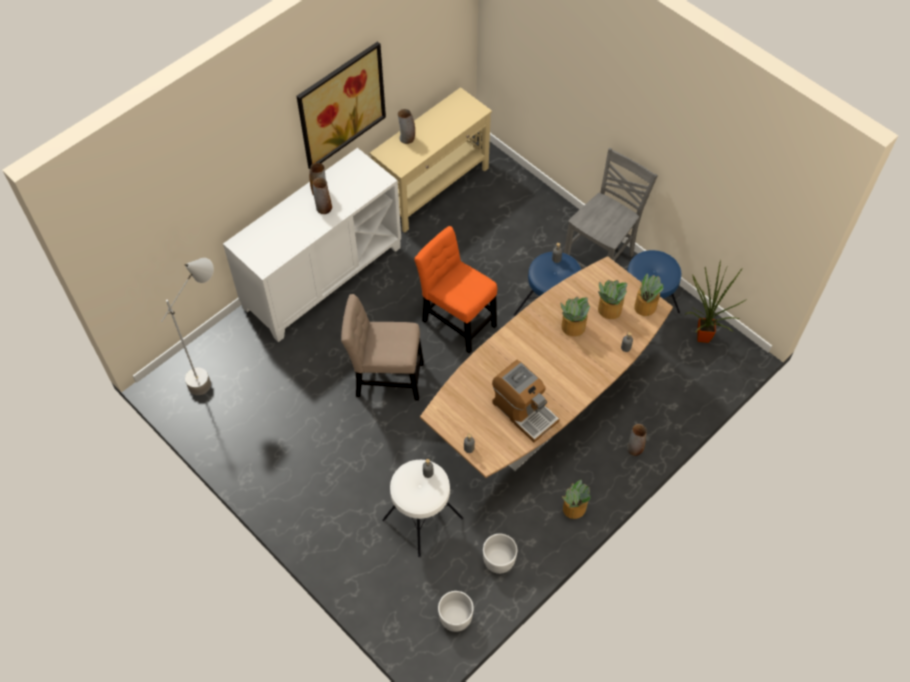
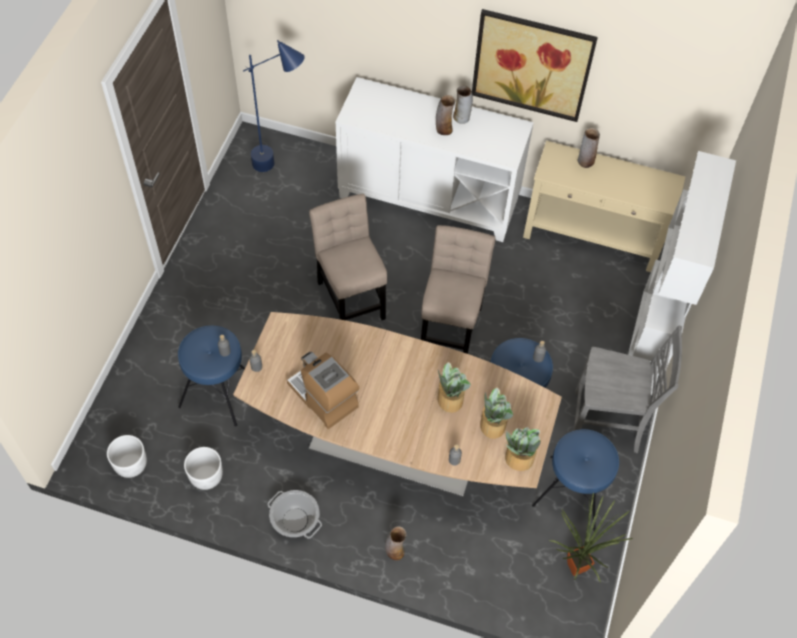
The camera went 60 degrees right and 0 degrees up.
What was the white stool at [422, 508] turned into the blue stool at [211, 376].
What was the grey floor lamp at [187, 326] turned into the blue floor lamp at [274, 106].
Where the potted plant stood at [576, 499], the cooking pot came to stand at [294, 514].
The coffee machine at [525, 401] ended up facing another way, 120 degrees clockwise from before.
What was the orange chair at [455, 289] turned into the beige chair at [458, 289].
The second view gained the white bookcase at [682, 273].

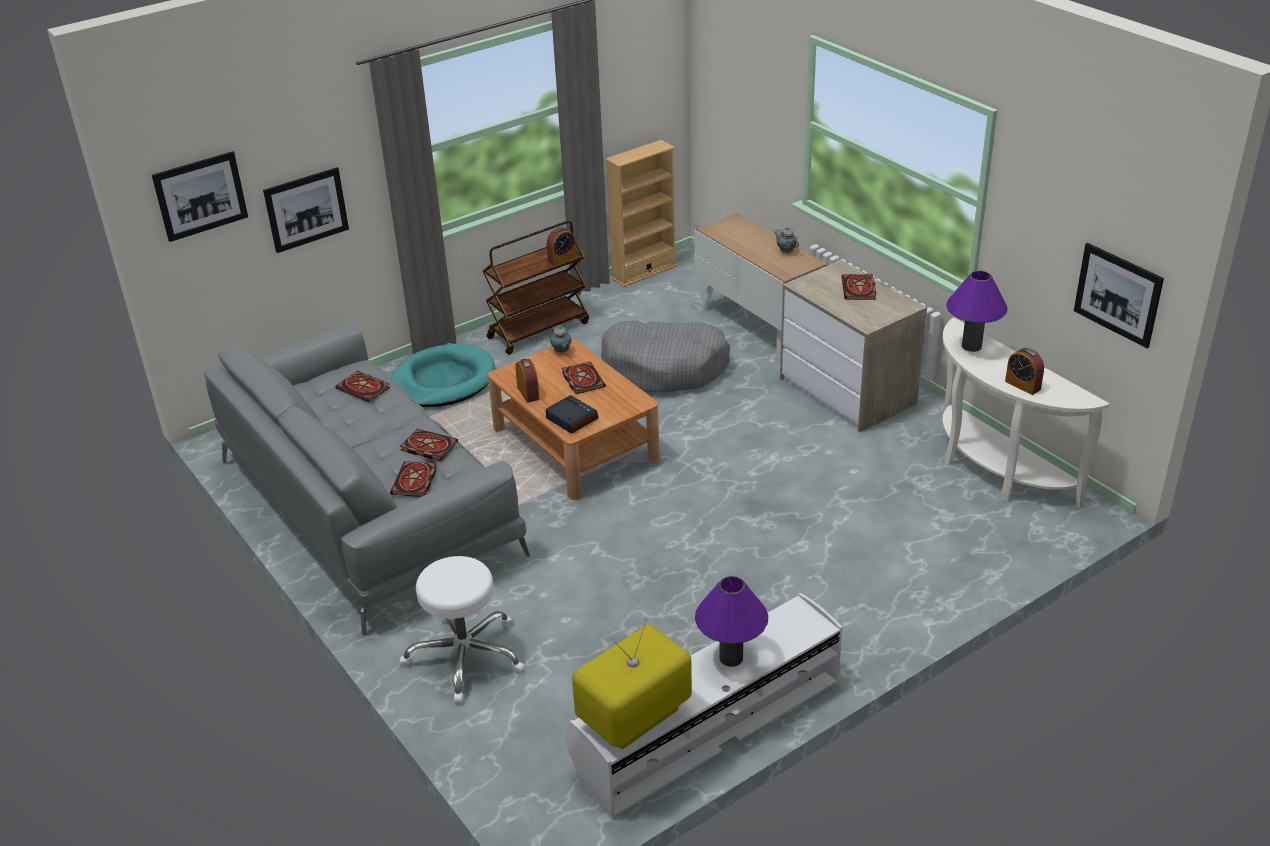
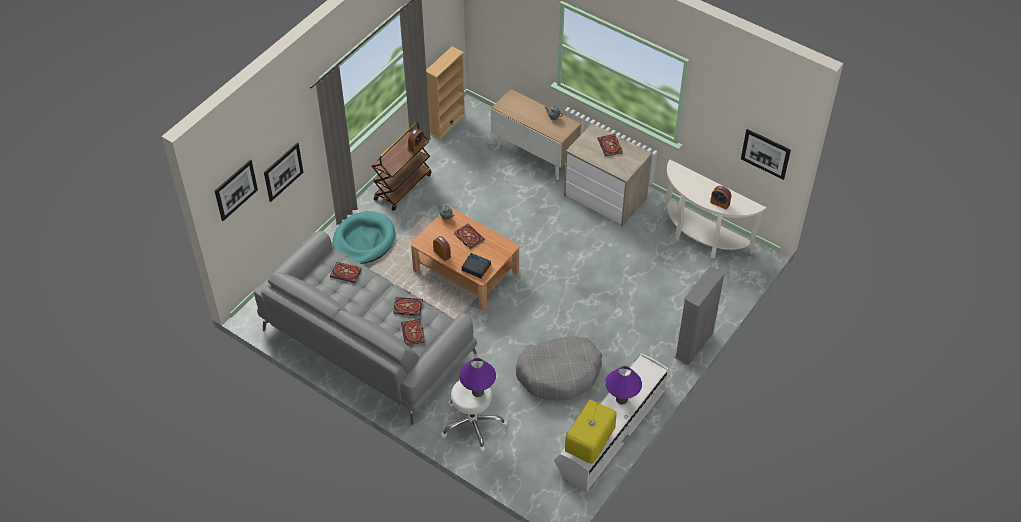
The camera went 20 degrees left and 15 degrees up.
The purple table lamp ended up elsewhere, having gone from [977, 311] to [477, 377].
The grey dog bed ended up elsewhere, having gone from [665, 357] to [559, 369].
The second view gained the grey bookcase at [699, 316].

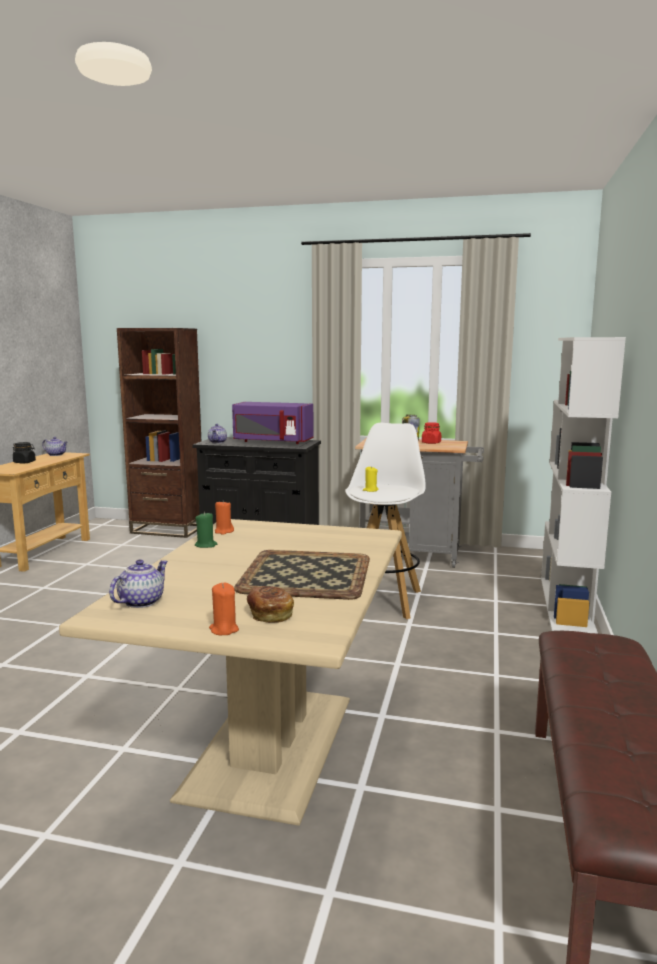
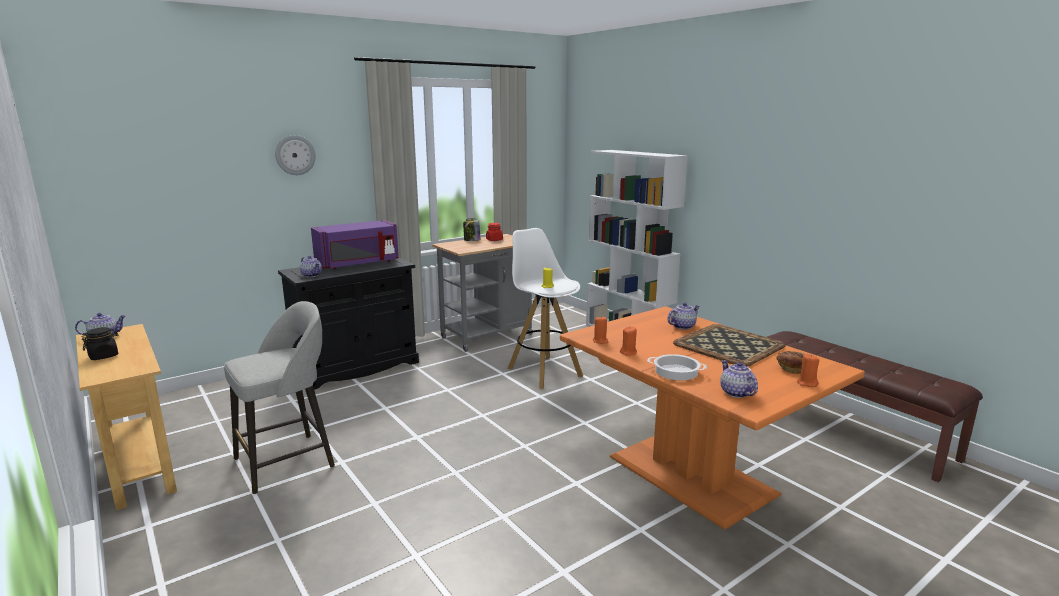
The camera went 50 degrees left and 5 degrees up.
The second view gained the grey stool at [279, 397].
The second view gained the wall clock at [295, 155].
What was the beige dining table at [230, 672] turned into the orange dining table at [712, 418].
What was the green candle at [206, 530] turned into the orange candle at [628, 341].
The second view gained the cooking pot at [677, 367].
The second view gained the teapot at [683, 316].
The second view lost the brown bookcase at [159, 433].

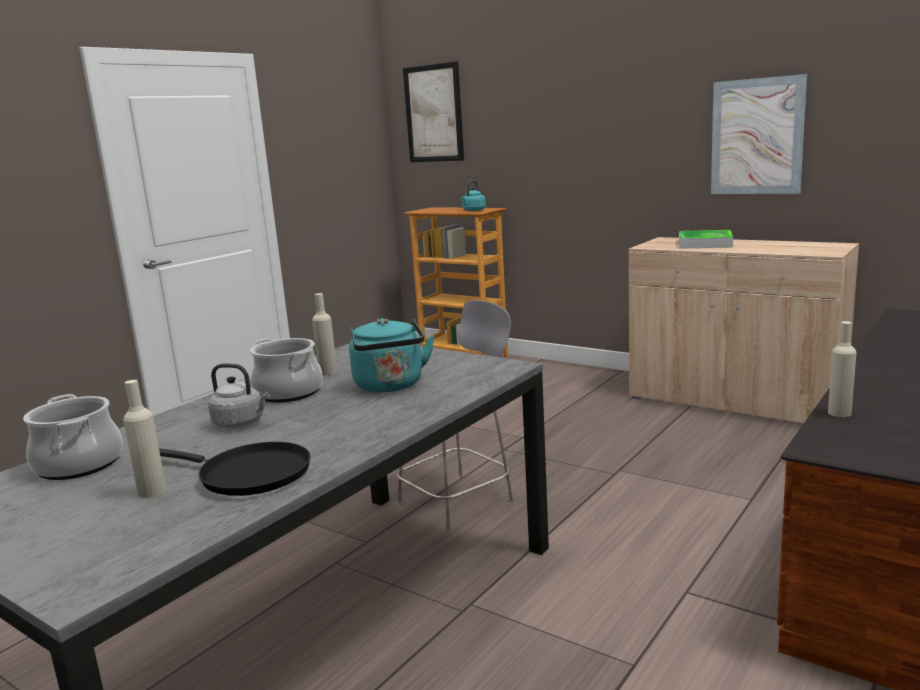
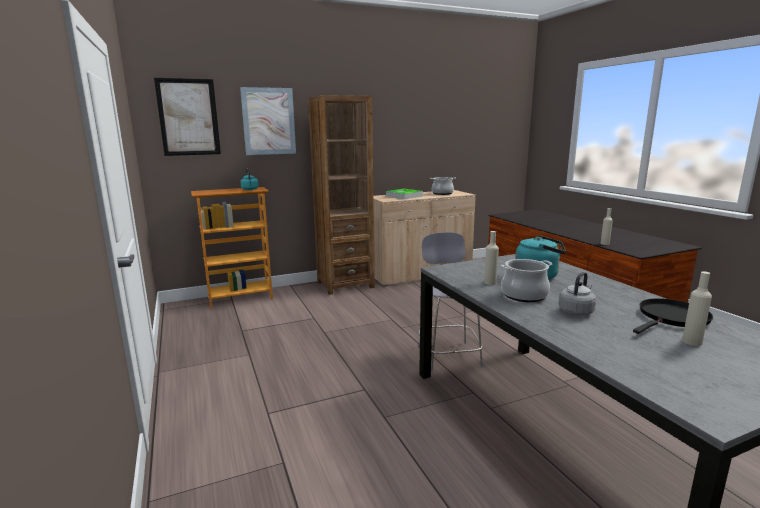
The camera went 60 degrees left and 0 degrees up.
The picture ended up elsewhere, having gone from [759, 134] to [268, 121].
The second view gained the brown bookcase at [341, 195].
The cooking pot ended up elsewhere, having gone from [73, 437] to [443, 186].

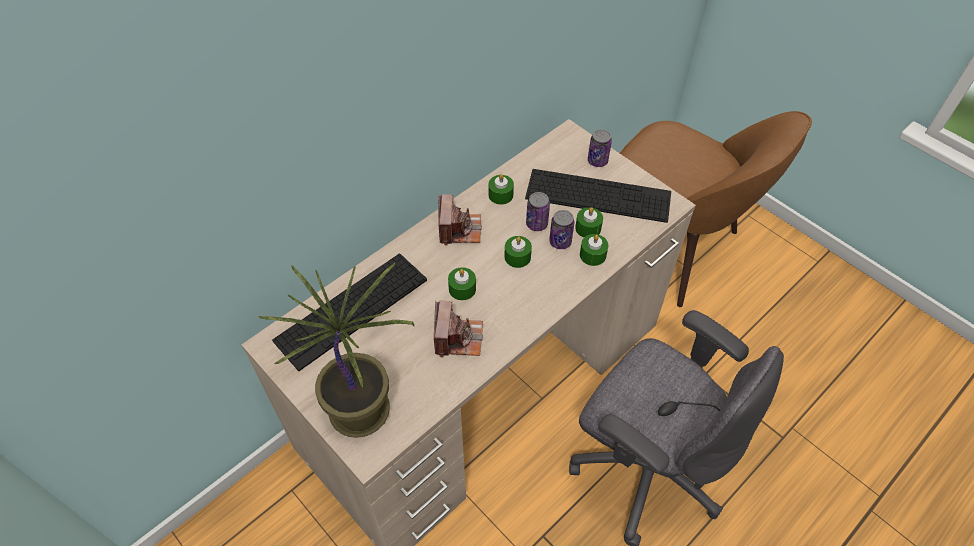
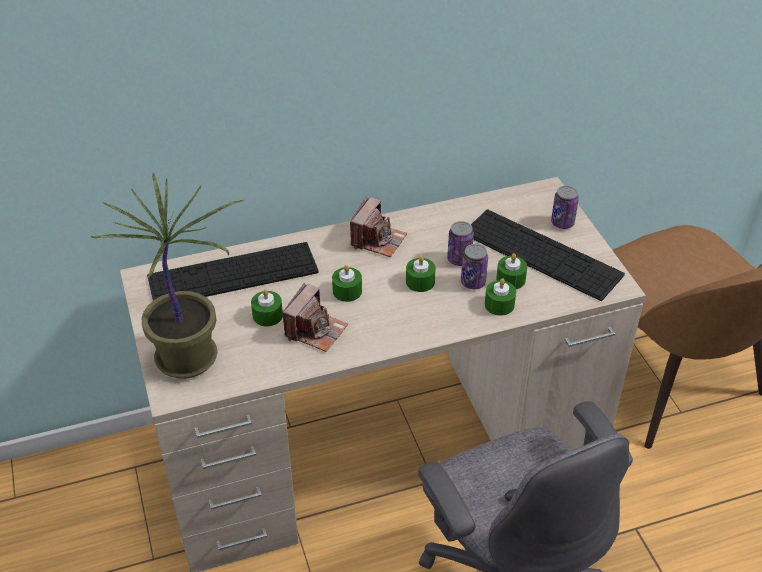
The camera went 25 degrees right and 10 degrees down.
The green candle ended up elsewhere, having gone from [501, 189] to [267, 308].

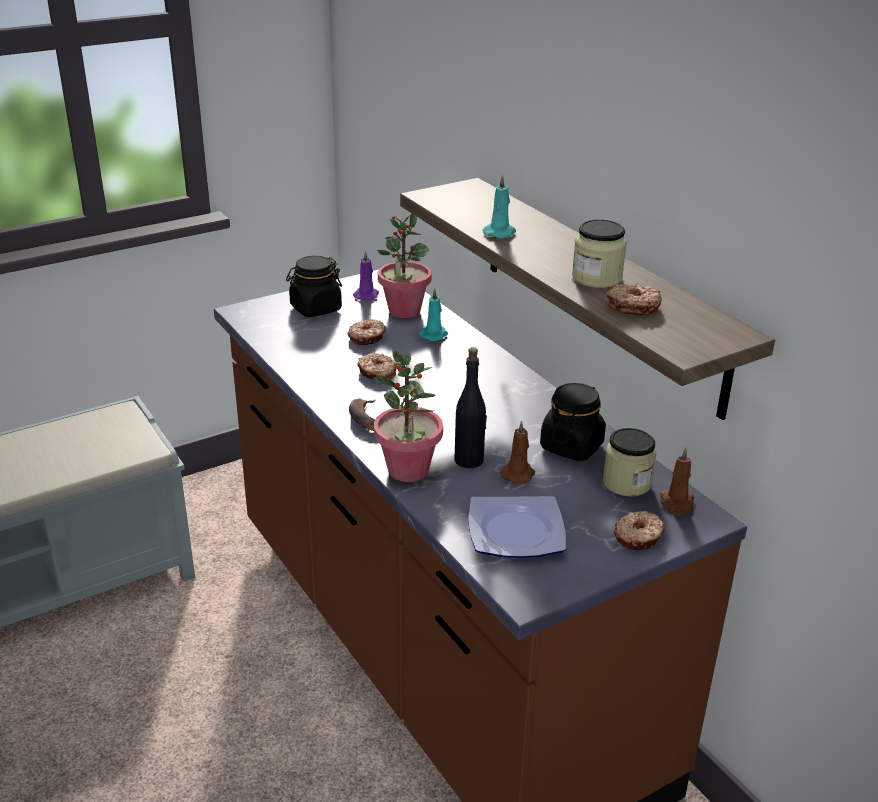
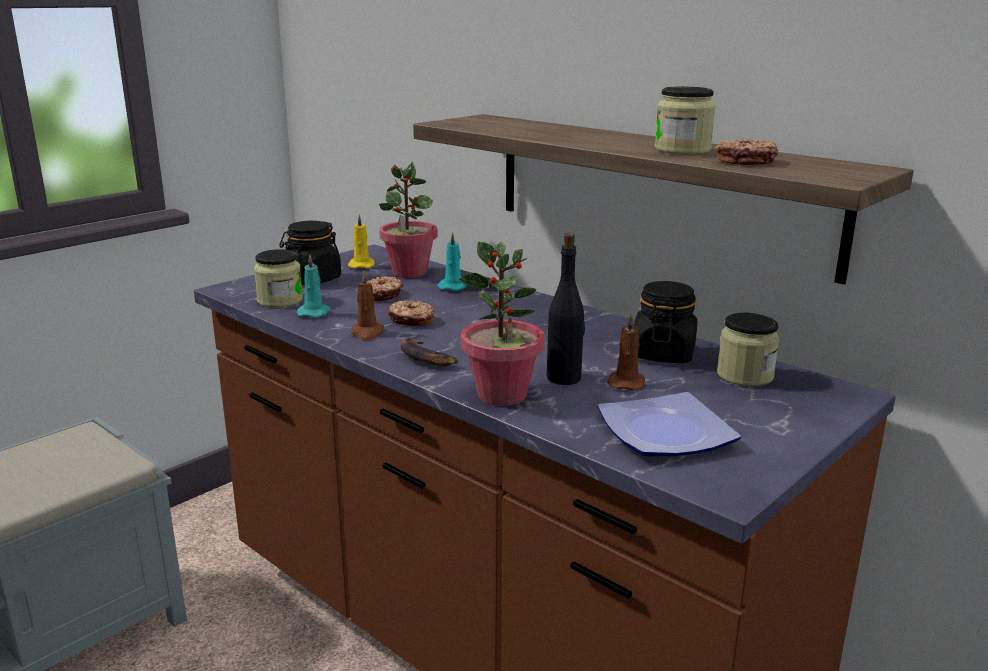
The camera went 15 degrees left and 10 degrees down.
The second view gained the jar at [278, 278].
The turquoise candle ended up elsewhere, having gone from [499, 206] to [313, 286].
What was the purple candle at [366, 276] turned into the yellow candle at [361, 241].
The brown candle ended up elsewhere, having gone from [677, 482] to [367, 305].
The second view lost the donut at [639, 530].

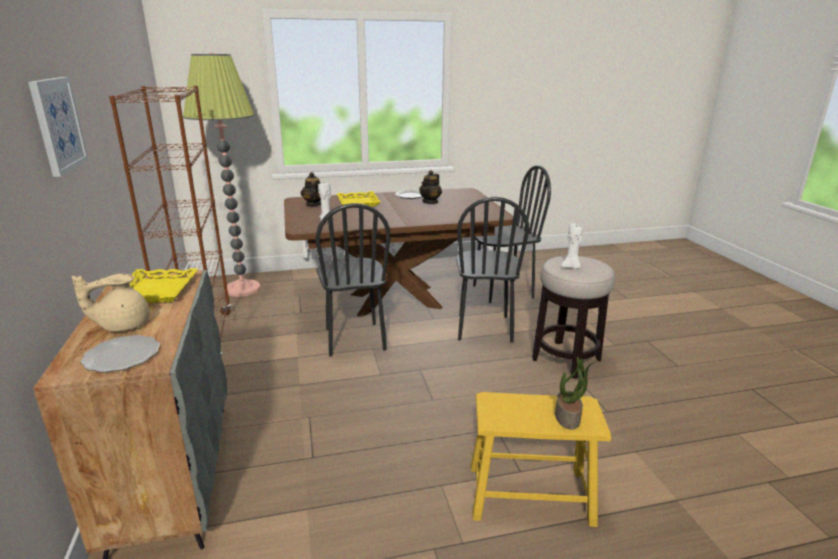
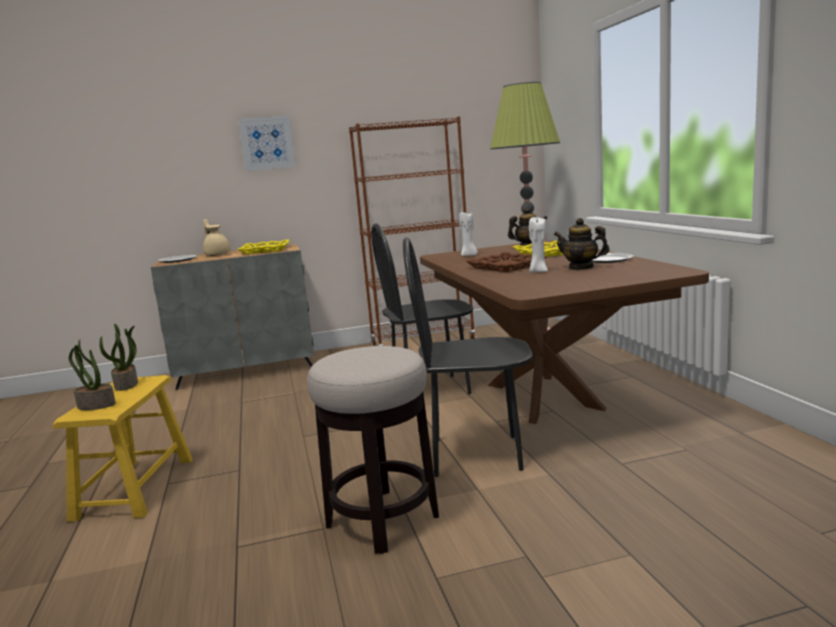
The camera went 90 degrees right and 10 degrees down.
The second view gained the potted plant at [118, 357].
The second view gained the brown tray at [506, 262].
The white candle ended up elsewhere, having gone from [572, 246] to [538, 245].
The second view lost the black chair at [512, 234].

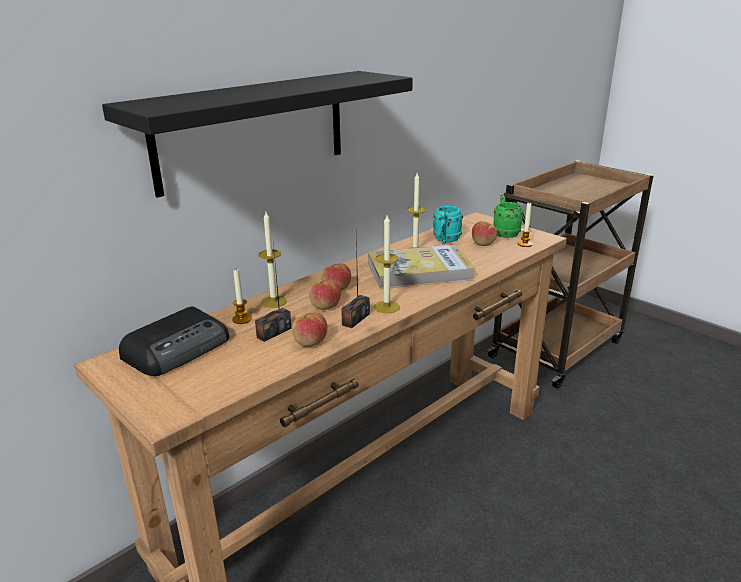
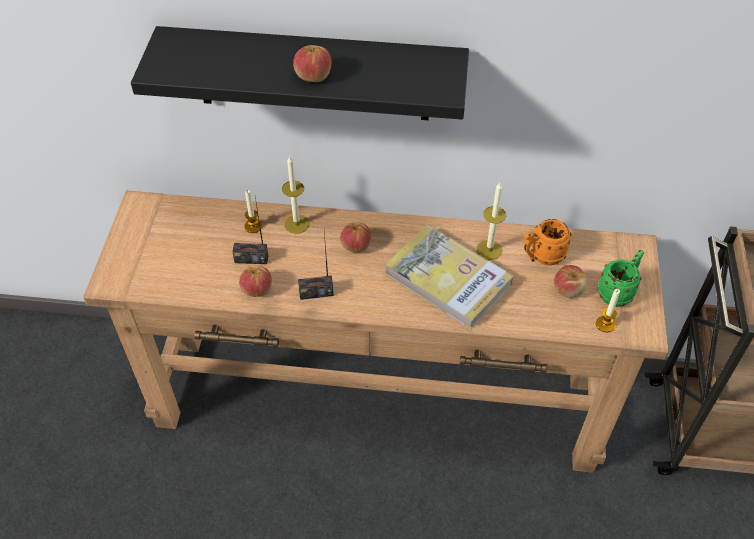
The camera went 50 degrees right and 25 degrees up.
The apple ended up elsewhere, having gone from [325, 295] to [312, 63].
What was the turquoise mug at [448, 225] turned into the orange mug at [548, 242].
The second view lost the radio at [174, 341].
The second view lost the candle at [387, 264].

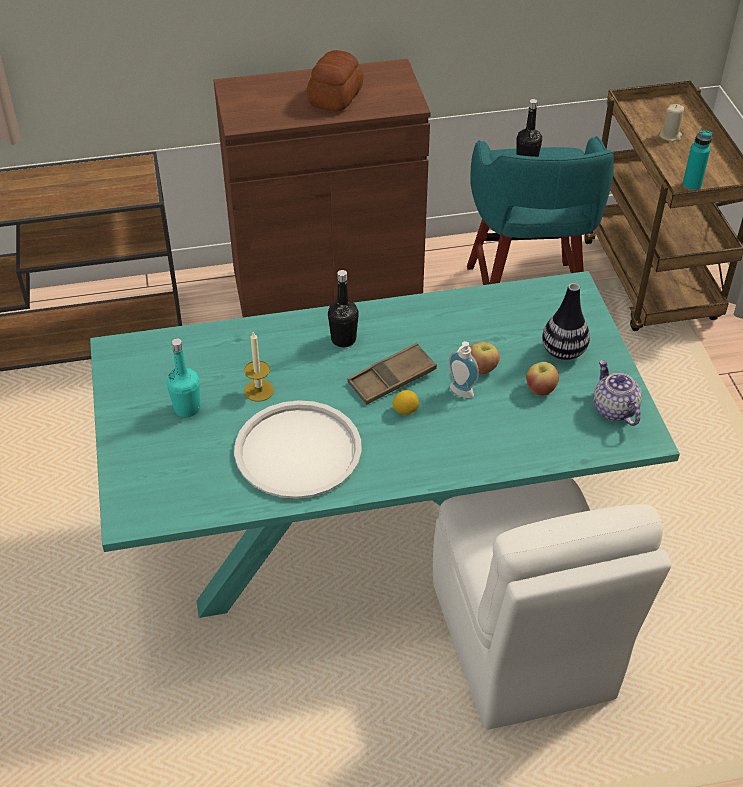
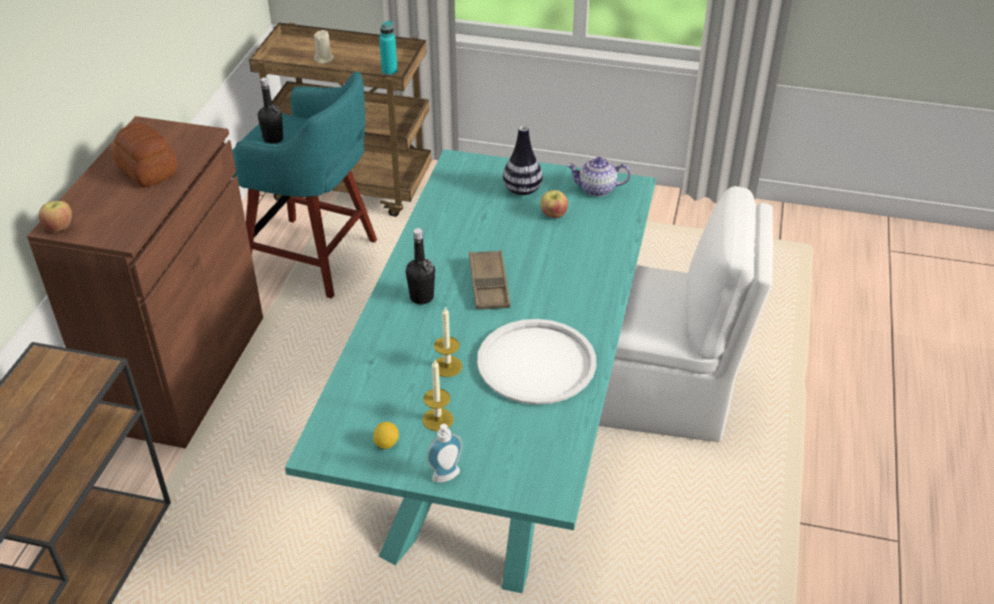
The camera went 65 degrees left and 5 degrees down.
The apple ended up elsewhere, having gone from [485, 357] to [55, 216].
The lemon ended up elsewhere, having gone from [406, 402] to [386, 435].
Where the turquoise bottle stood at [183, 377], the candle came to stand at [438, 395].
The soap dispenser ended up elsewhere, having gone from [464, 369] to [445, 453].

